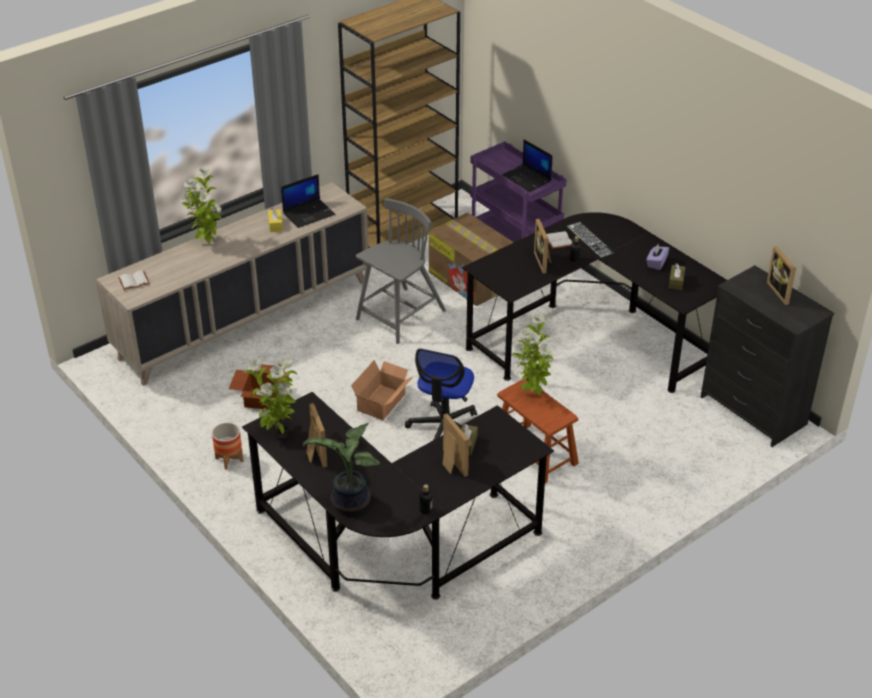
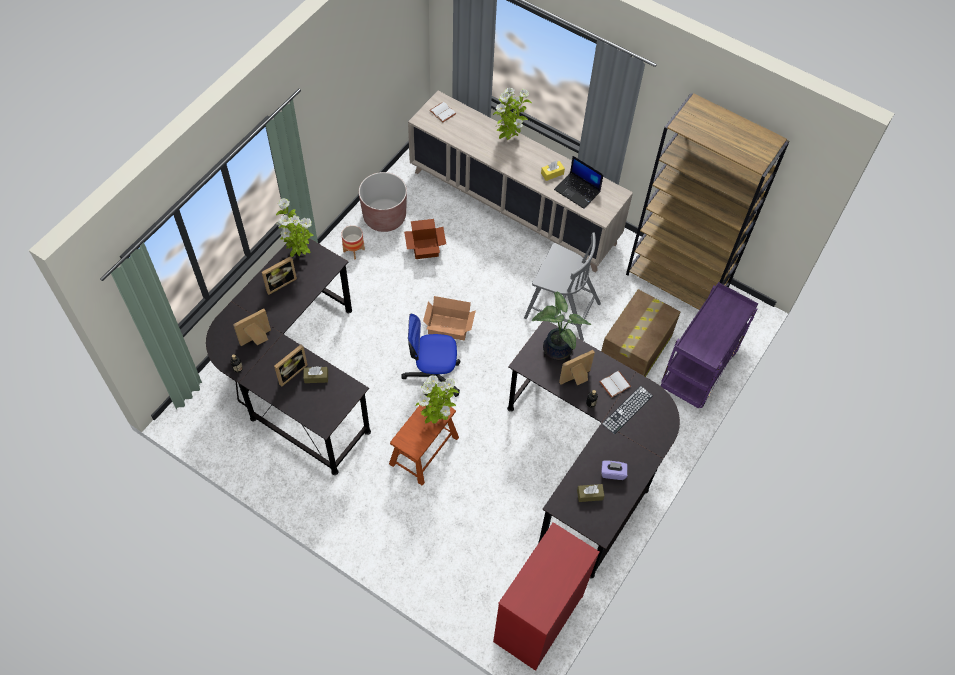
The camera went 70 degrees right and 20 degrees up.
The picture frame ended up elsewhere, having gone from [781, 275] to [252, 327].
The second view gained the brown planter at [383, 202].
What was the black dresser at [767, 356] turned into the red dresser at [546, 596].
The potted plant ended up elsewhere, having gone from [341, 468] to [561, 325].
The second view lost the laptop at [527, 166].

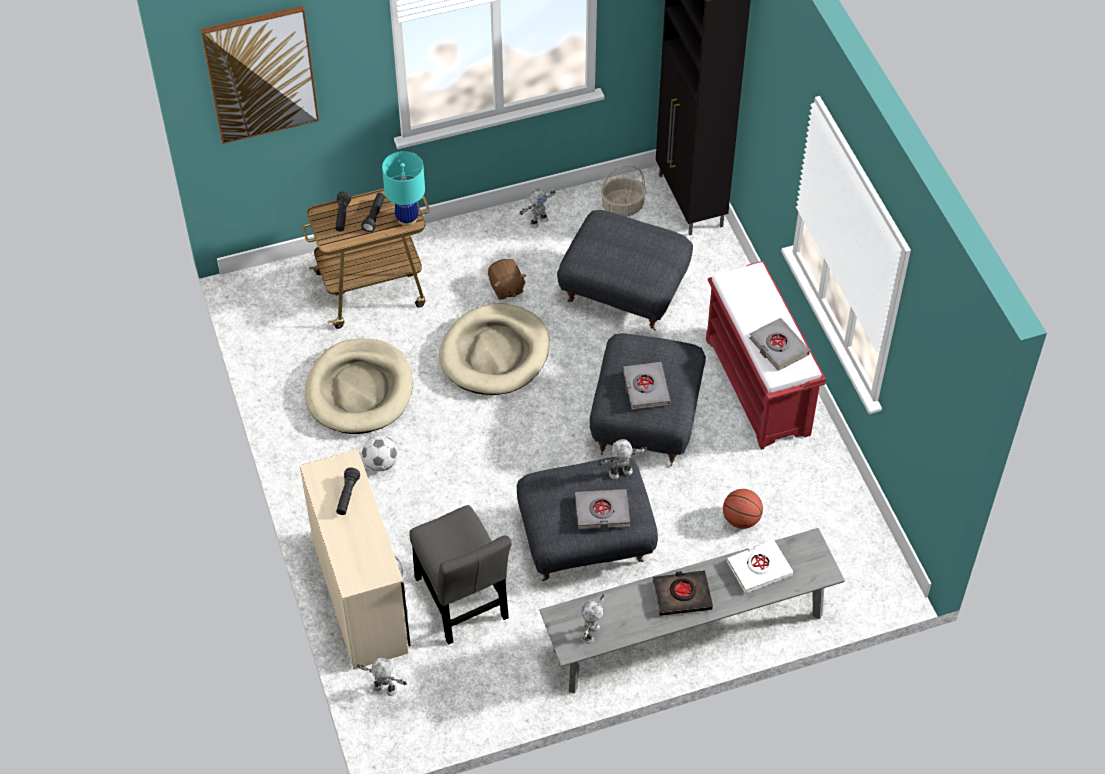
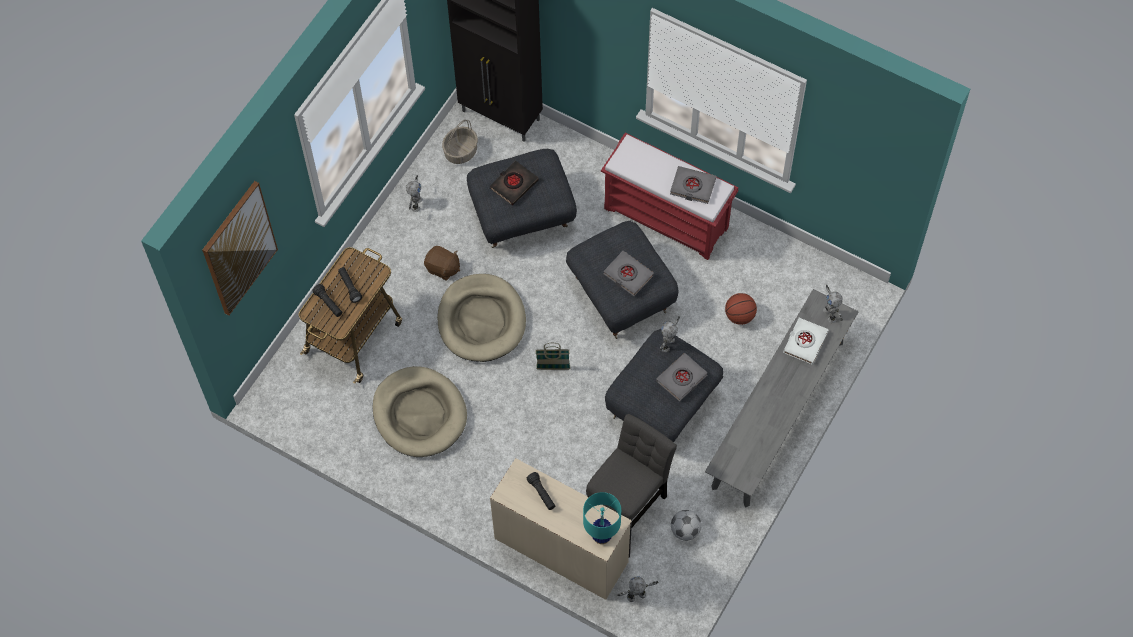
The camera went 40 degrees left and 10 degrees up.
The black book ended up elsewhere, having gone from [683, 593] to [514, 182].
The second view gained the basket at [552, 356].
The turquoise table lamp ended up elsewhere, having gone from [403, 188] to [602, 518].
The grey chair at [460, 575] ended up facing another way, 75 degrees counterclockwise from before.
The football ended up elsewhere, having gone from [380, 453] to [686, 525].
The toy robot ended up elsewhere, having gone from [592, 619] to [833, 304].

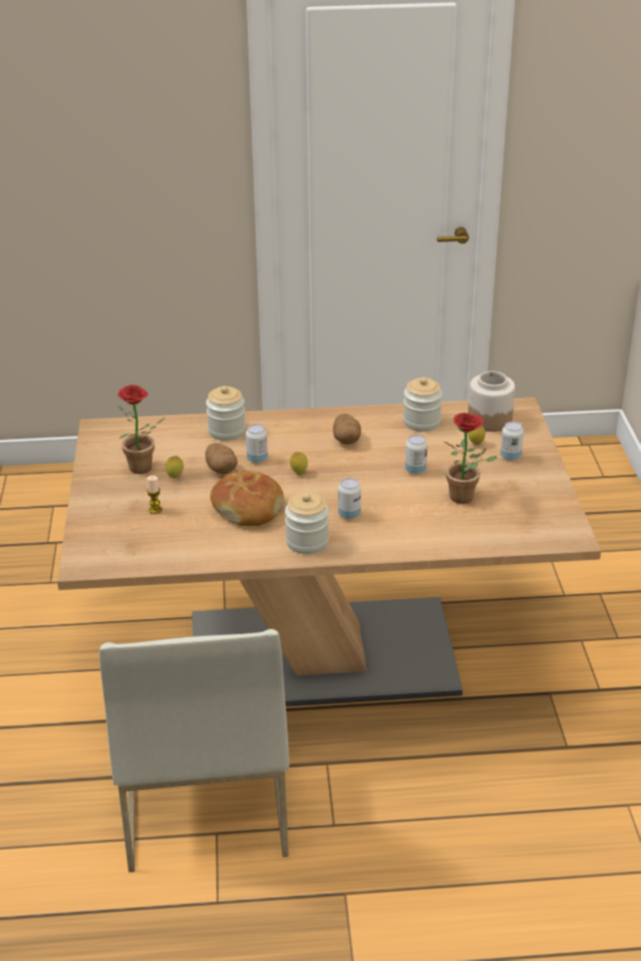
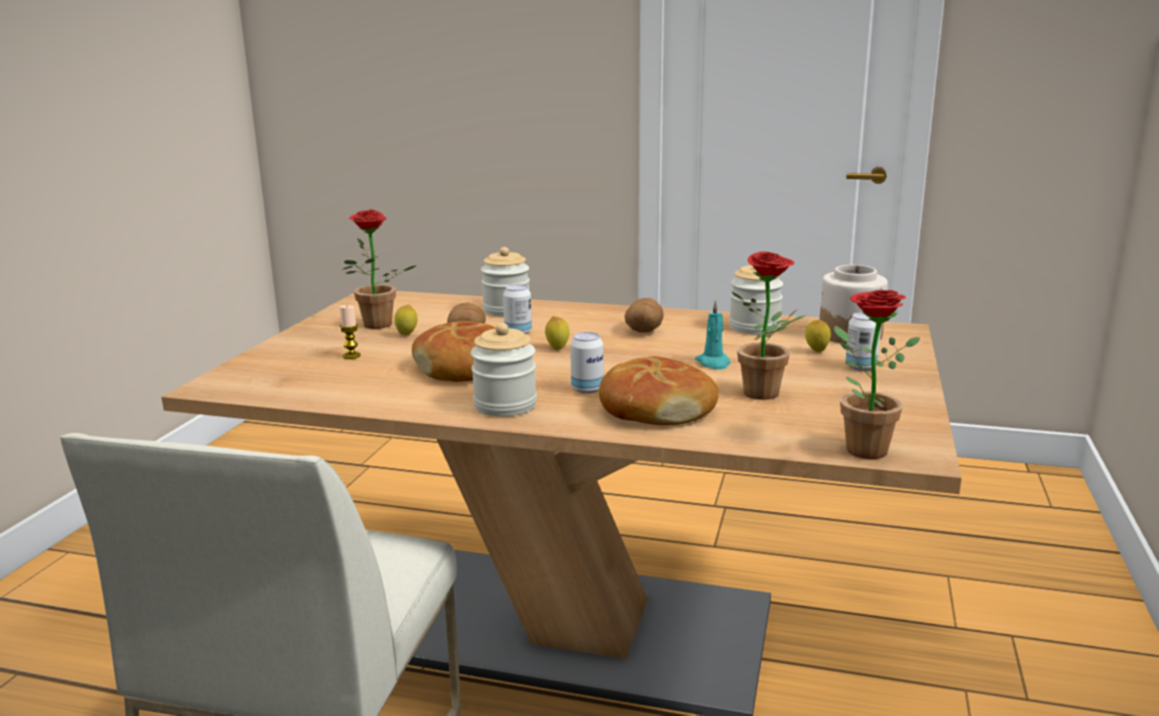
The camera went 20 degrees right and 15 degrees down.
The second view gained the bread at [659, 390].
Where the can stood at [416, 455], the turquoise candle came to stand at [712, 335].
The second view gained the potted plant at [877, 374].

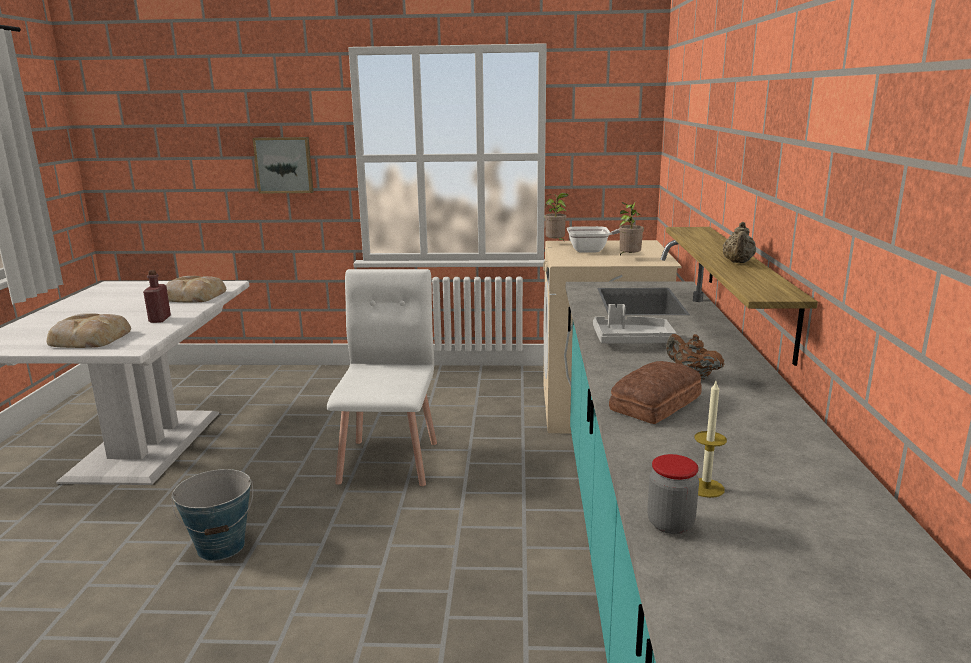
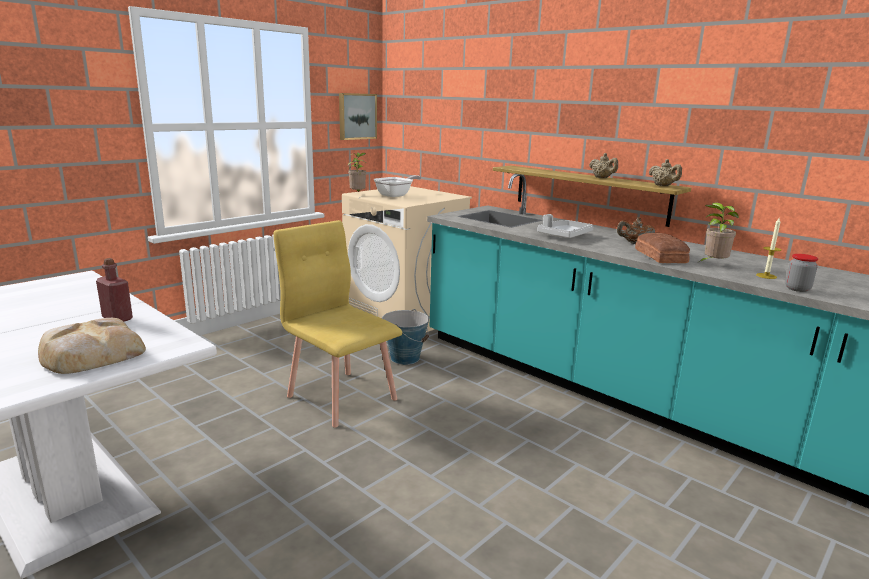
The camera went 50 degrees left and 0 degrees up.
What was the white chair at [382, 377] turned into the yellow chair at [337, 324].
The picture ended up elsewhere, having gone from [283, 165] to [358, 116].
The bucket ended up elsewhere, having gone from [212, 515] to [405, 337].
The second view gained the beige teapot at [665, 172].
The potted plant ended up elsewhere, having gone from [631, 228] to [719, 232].
The second view lost the bread at [196, 289].

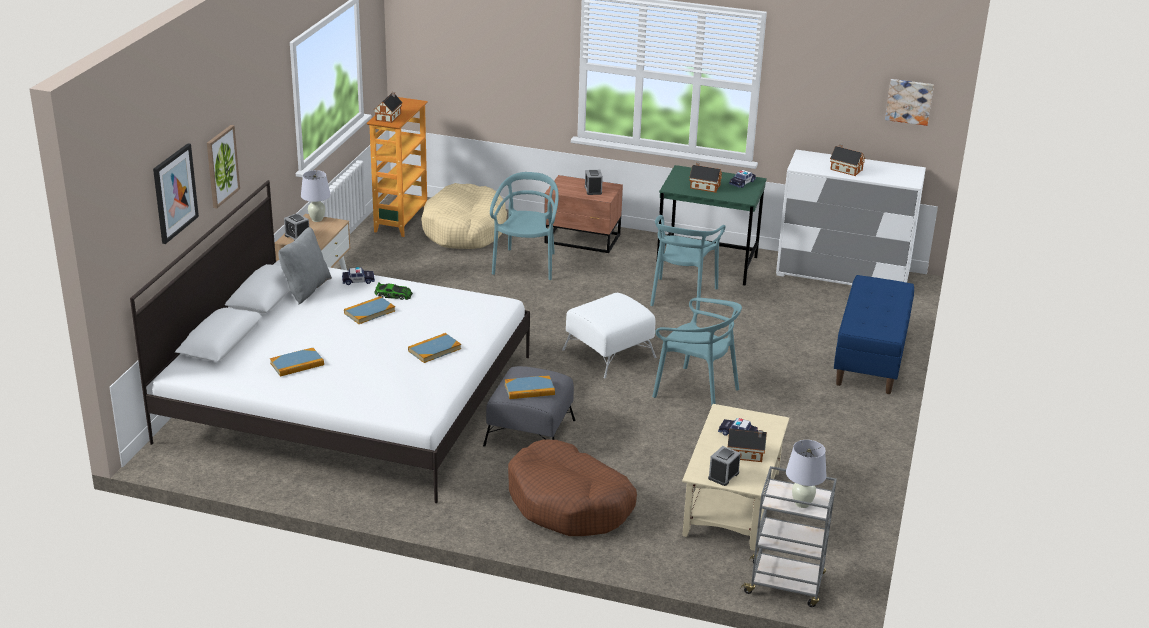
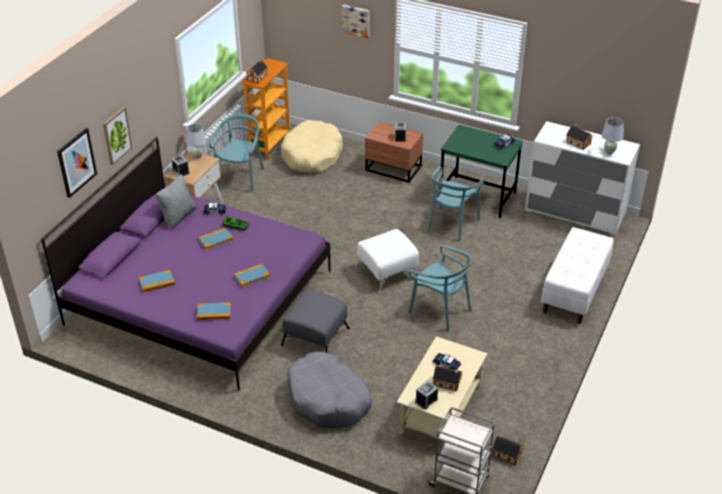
The camera went 10 degrees right and 10 degrees up.
What was the white bed at [330, 341] turned into the purple bed at [186, 264].
The book ended up elsewhere, having gone from [530, 387] to [214, 311].
The turquoise chair ended up elsewhere, having gone from [524, 226] to [236, 153].
What was the brown dog bed at [572, 487] turned into the grey dog bed at [329, 390].
The picture ended up elsewhere, having gone from [909, 102] to [356, 21].
The toy house ended up elsewhere, having gone from [705, 177] to [508, 449].
What was the blue bench at [874, 334] turned into the white bench at [577, 275].
The white table lamp ended up elsewhere, having gone from [806, 474] to [613, 135].

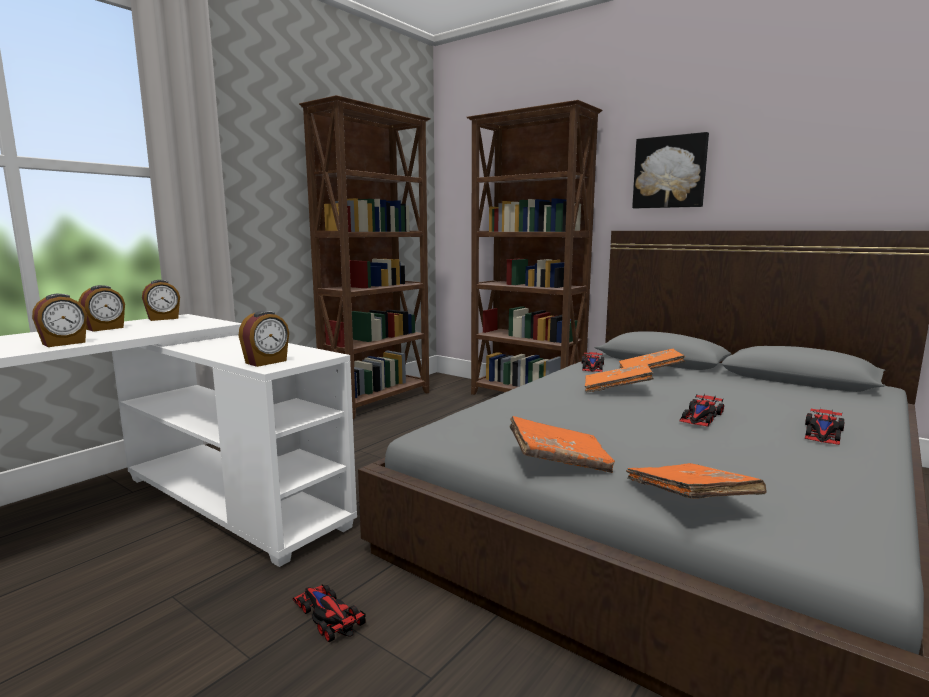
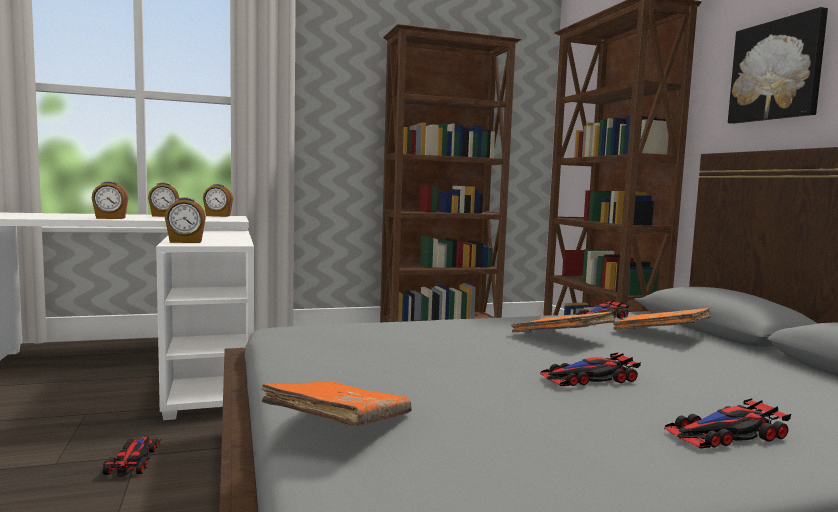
The camera went 35 degrees right and 5 degrees down.
The second view lost the orange book at [562, 444].

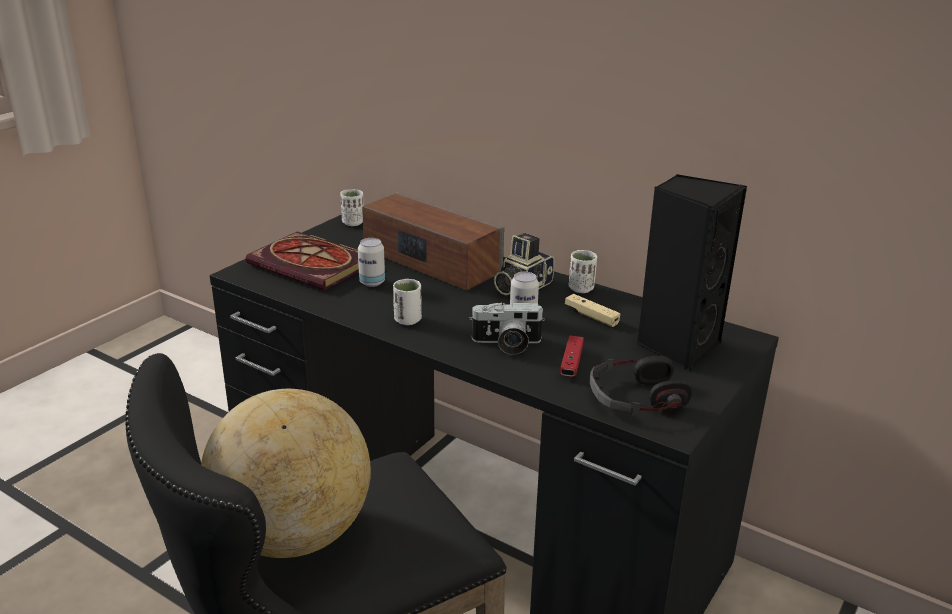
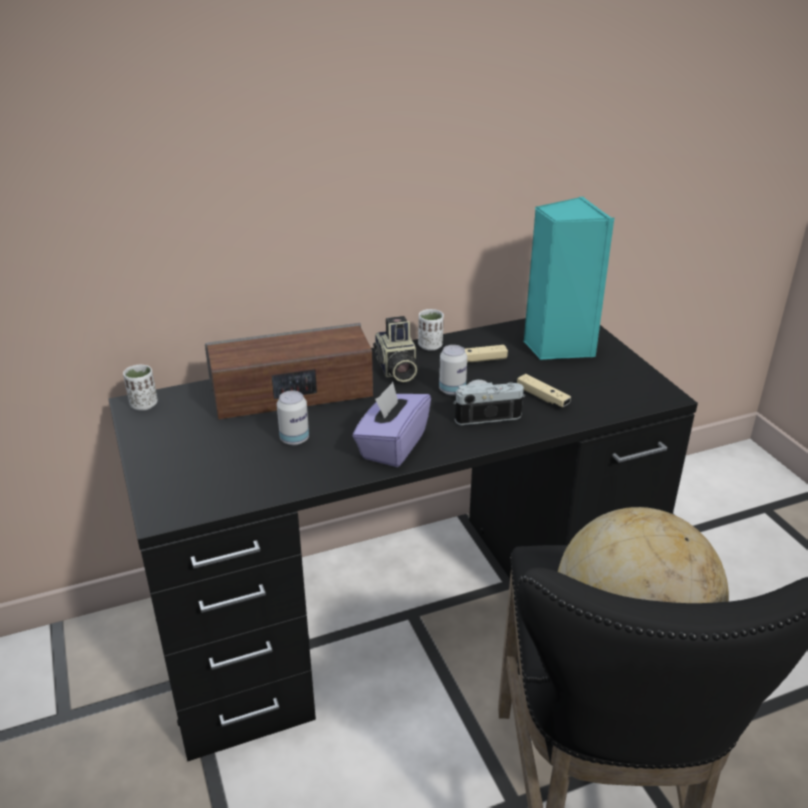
The camera went 55 degrees left and 5 degrees up.
Where the white cup stood at [407, 302], the purple tissue box came to stand at [392, 424].
The photo camera at [507, 328] ended up facing another way, 135 degrees counterclockwise from before.
What was the red game controller at [572, 356] turned into the beige game controller at [544, 390].
What was the black speaker at [691, 272] turned into the turquoise speaker at [568, 278].
The second view lost the book at [302, 260].
The second view lost the headphones at [640, 386].

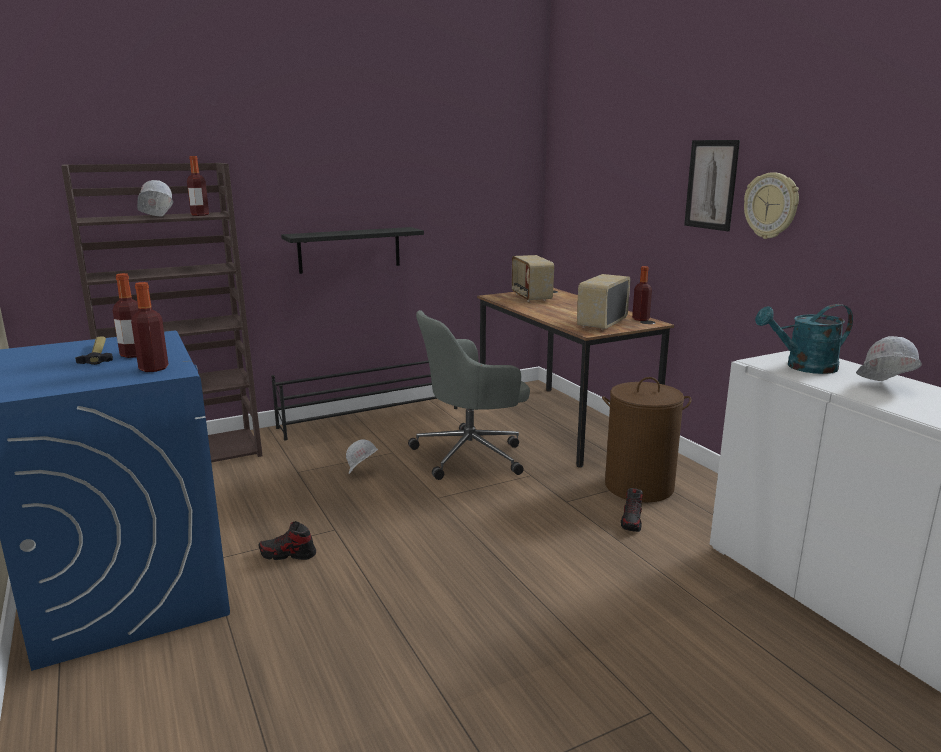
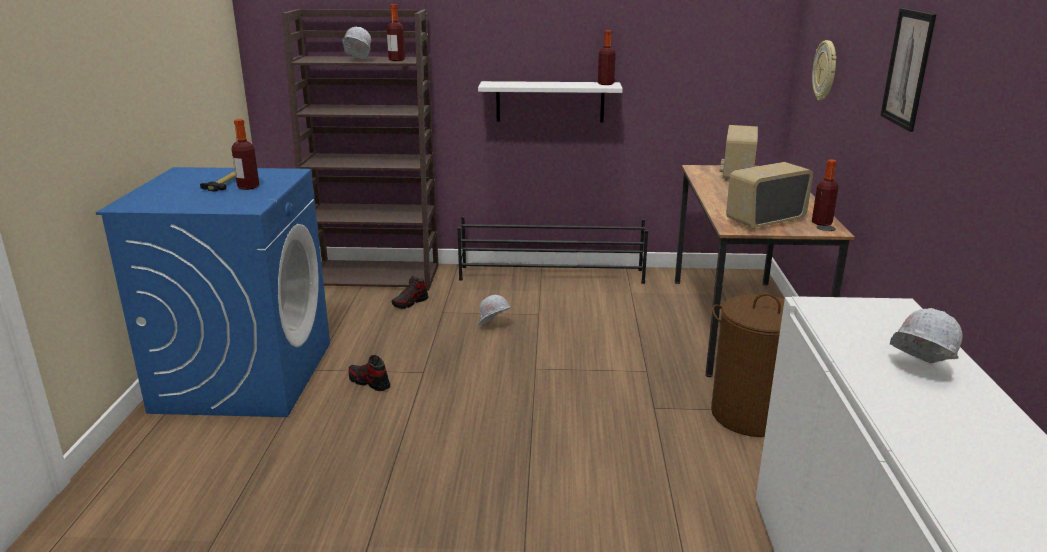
The camera went 30 degrees right and 5 degrees up.
The shoe ended up elsewhere, having gone from [632, 510] to [410, 292].
What was the black shelf at [352, 250] turned into the white shelf at [550, 102].
The bottle ended up elsewhere, having gone from [149, 327] to [607, 57].
The wall clock ended up elsewhere, having gone from [771, 205] to [824, 70].
The second view lost the grey office chair at [469, 395].
The second view lost the turquoise watering can at [804, 339].

